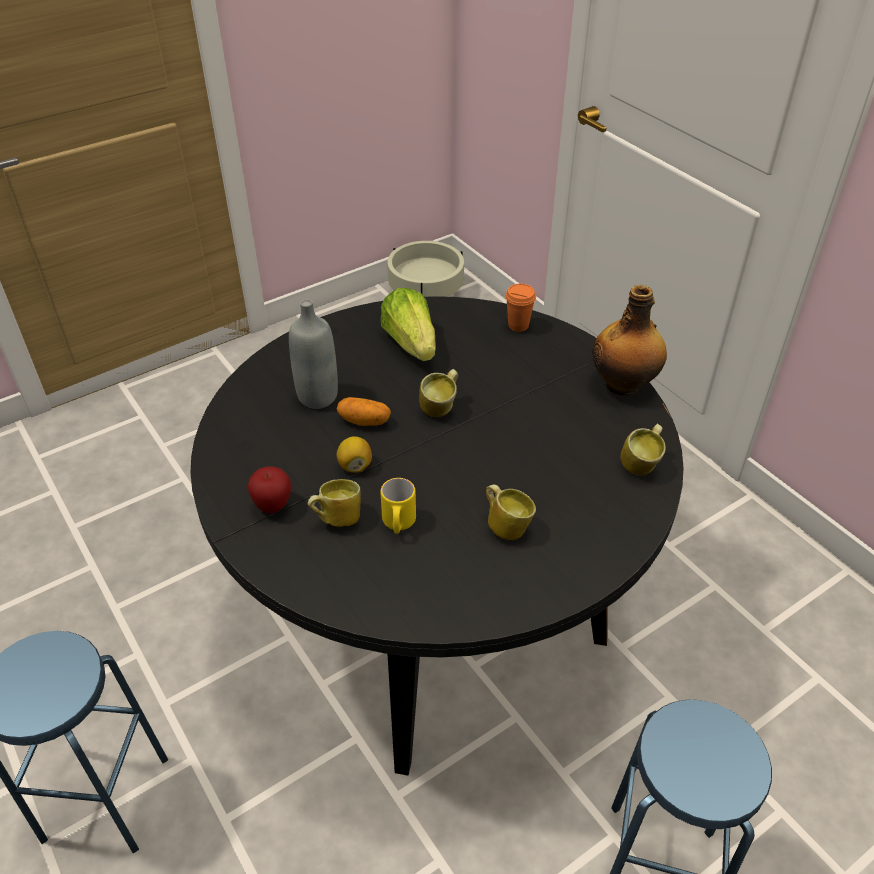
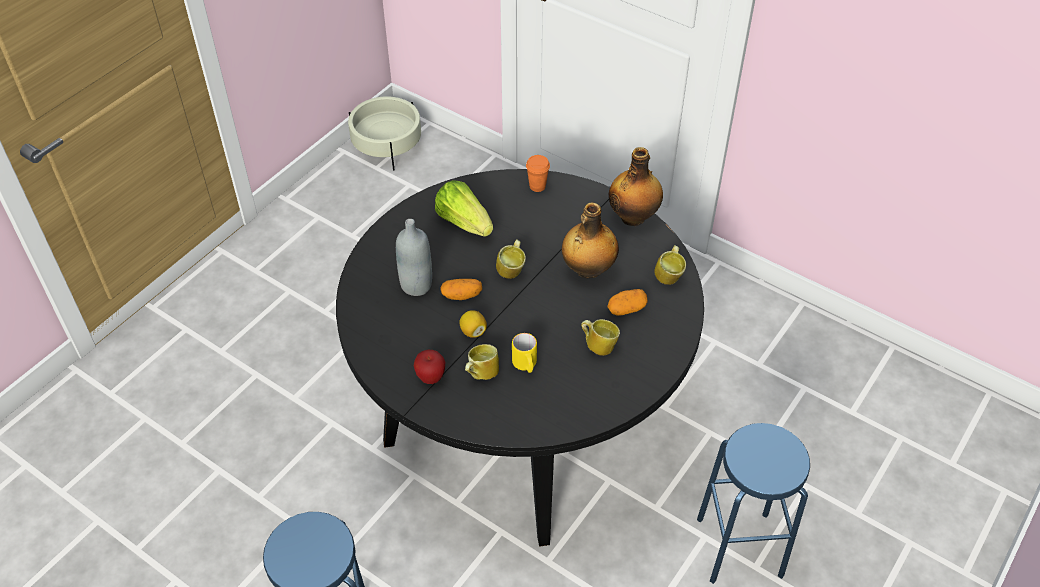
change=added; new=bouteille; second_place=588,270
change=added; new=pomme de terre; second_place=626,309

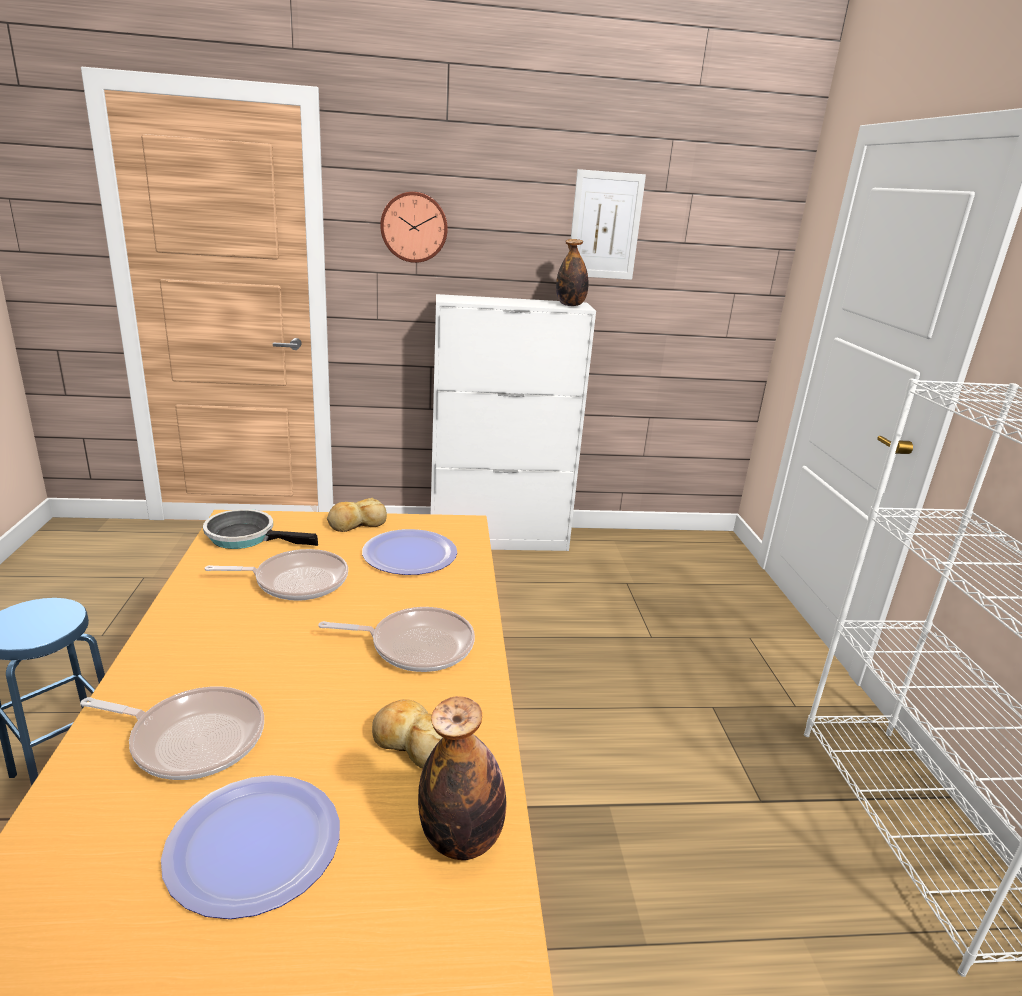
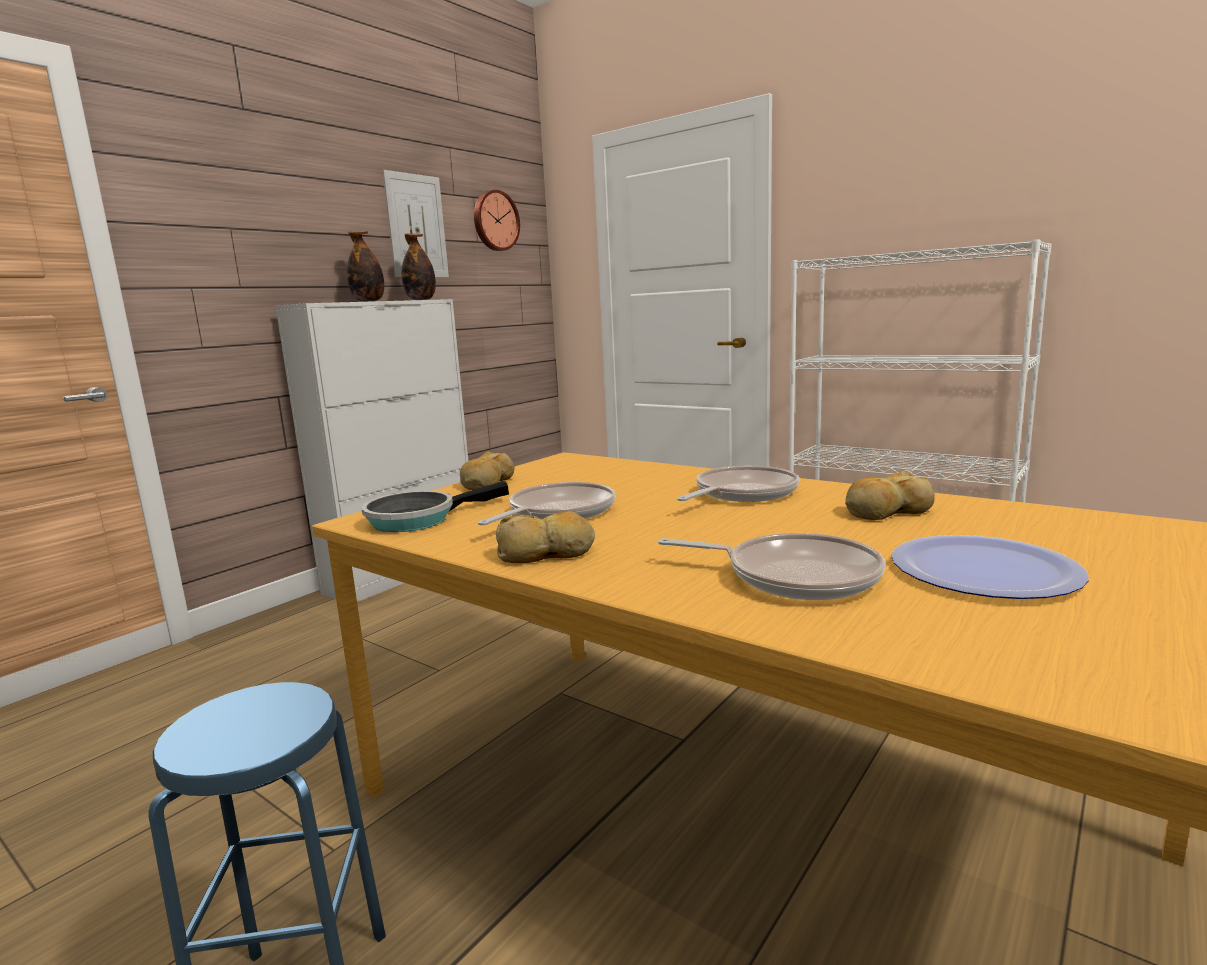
change=turned; old=poêle; first_place=192,739; second_place=793,576; degrees=60
change=removed; old=assiette; first_place=410,554
change=moved; old=horloge murale; first_place=414,227; second_place=495,221
change=moved; old=bouteille; first_place=461,840; second_place=368,301
change=added; new=pain; second_place=547,553

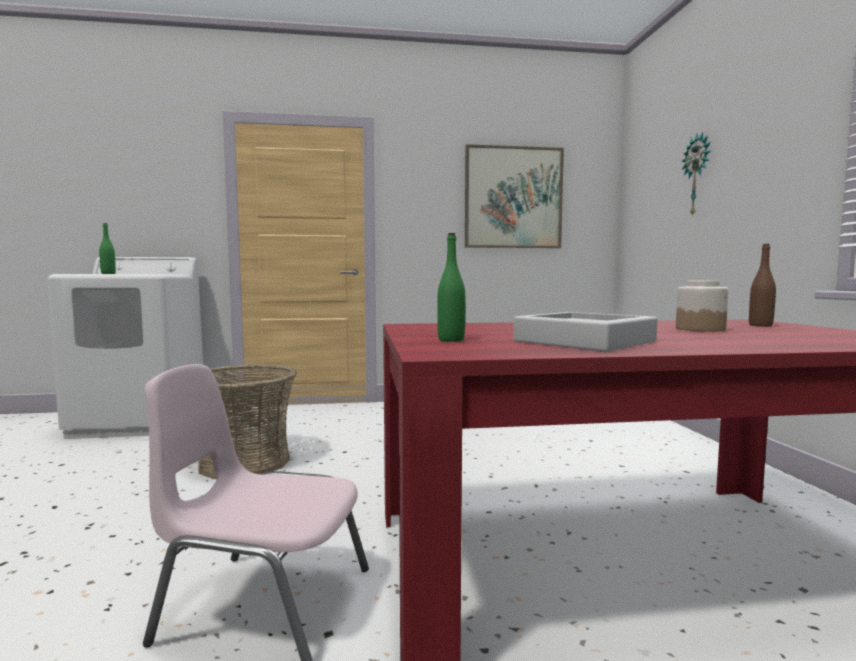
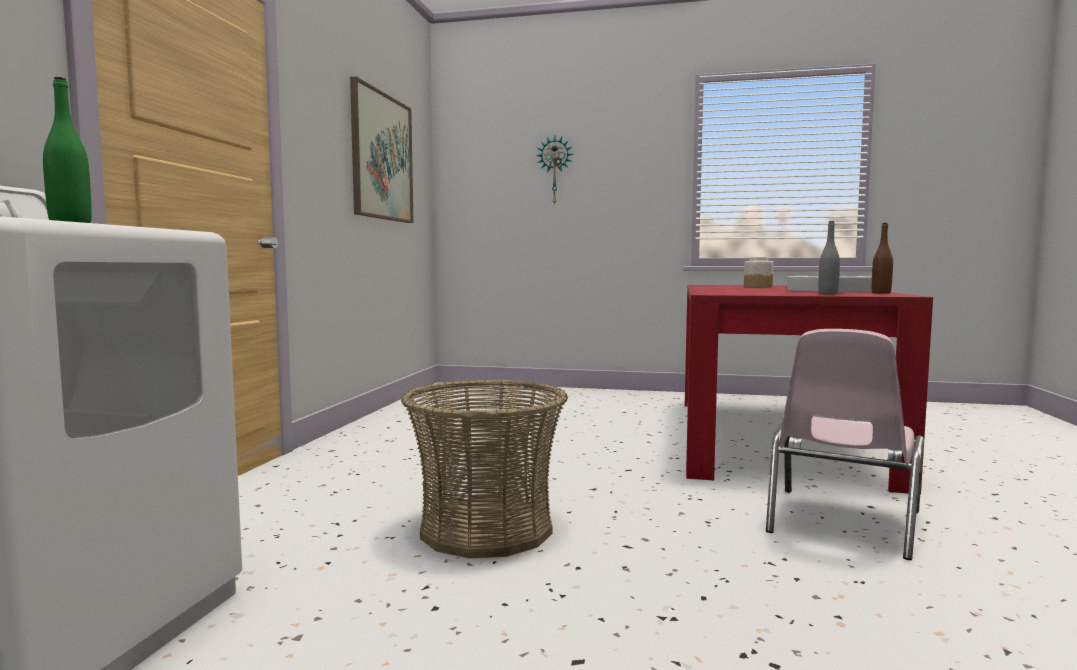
change=recoloured; old=bouteille (vert); new=bouteille (gris); first_place=451,340; second_place=828,294
change=moved; old=bouteille (marron); first_place=760,325; second_place=881,293

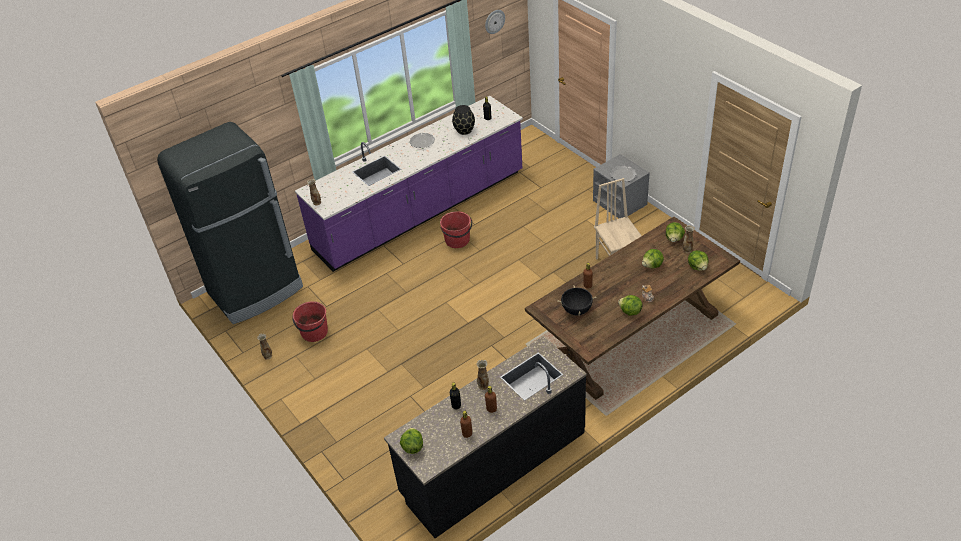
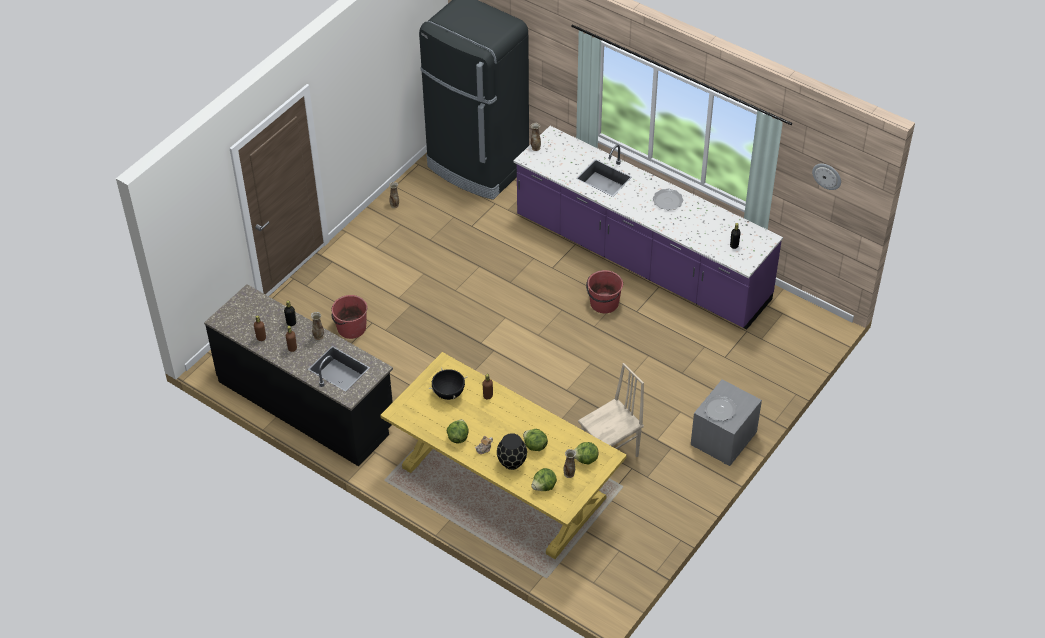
change=moved; old=seau (rouge); first_place=314,332; second_place=351,328
change=removed; old=laitue; first_place=412,447
change=moved; old=vase (noir); first_place=464,131; second_place=511,462
change=recoloured; old=table à manger (marron); new=table à manger (jaune); first_place=631,334; second_place=502,483

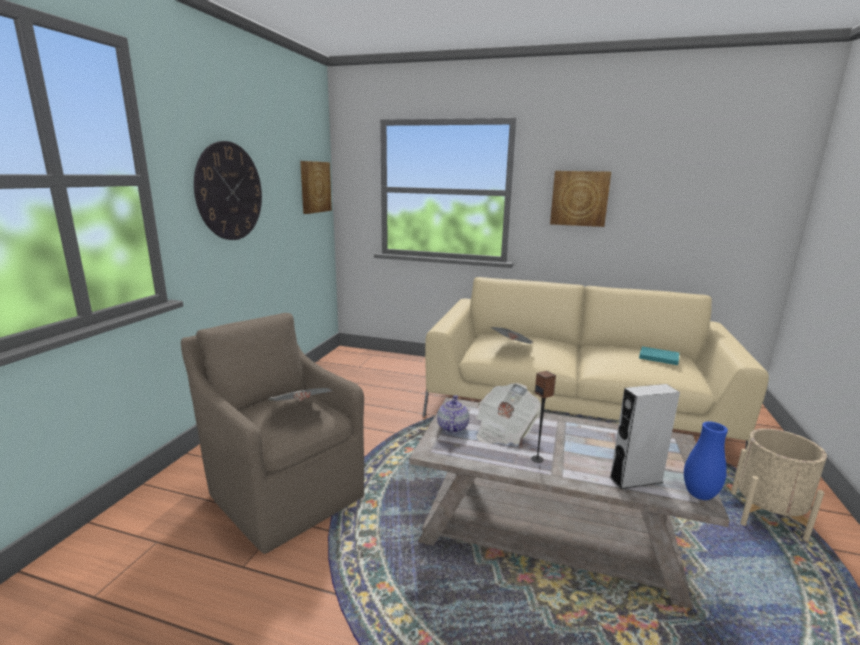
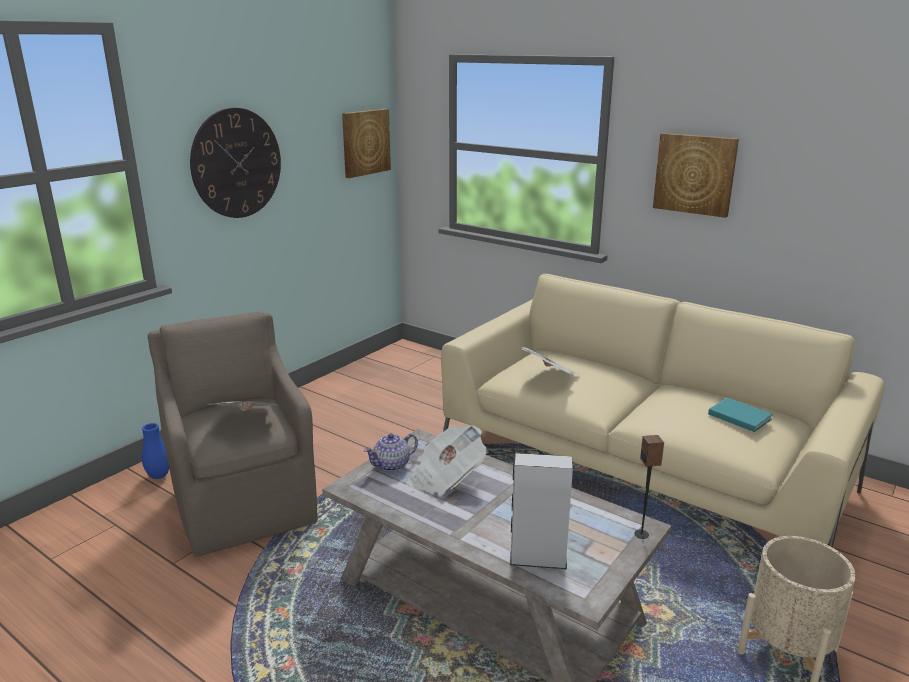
change=turned; old=théière; first_place=452,427; second_place=392,465; degrees=-150
change=moved; old=enceinte; first_place=537,459; second_place=642,534
change=moved; old=vase (bleu); first_place=699,495; second_place=159,476

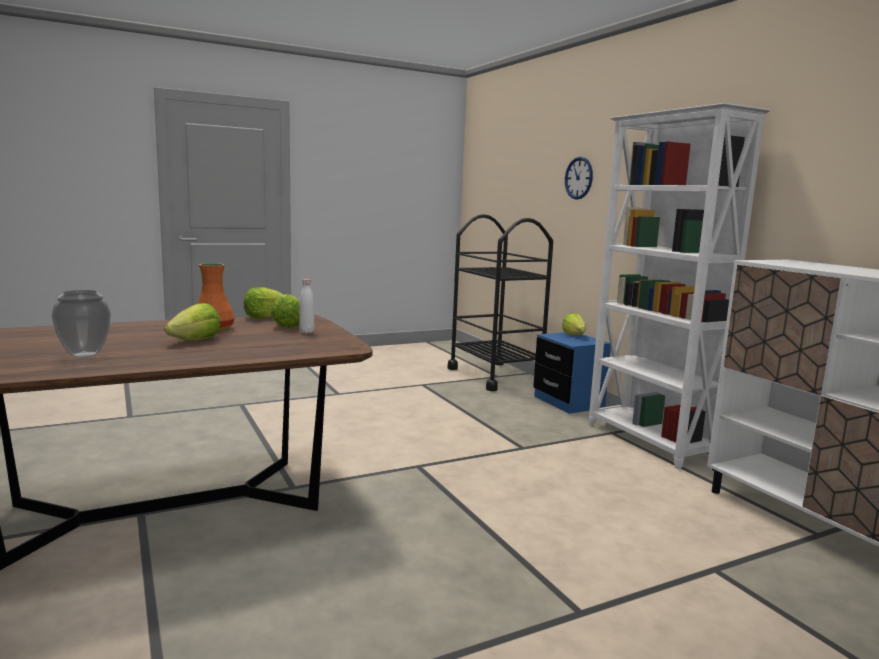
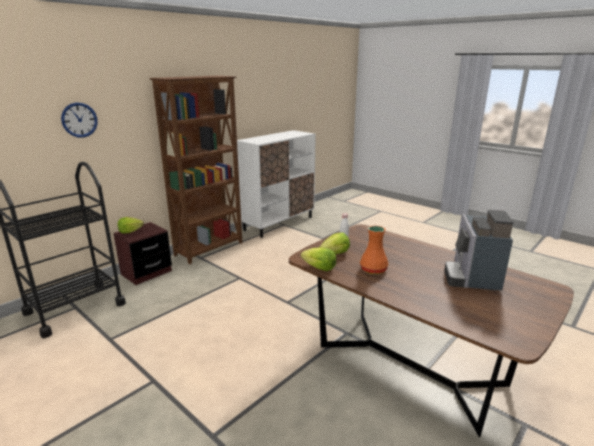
change=replaced; old=vase; new=machine à café; first_place=83,355; second_place=472,277
change=removed; old=laitue; first_place=195,340
change=recoloured; old=table de chevet (bleu); new=table de chevet (marron); first_place=568,402; second_place=146,273
change=recoloured; old=bibliothèque (blanc); new=bibliothèque (marron); first_place=648,442; second_place=210,249

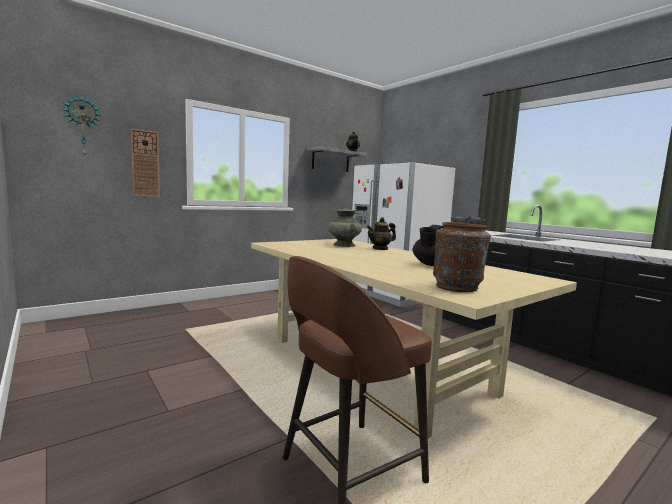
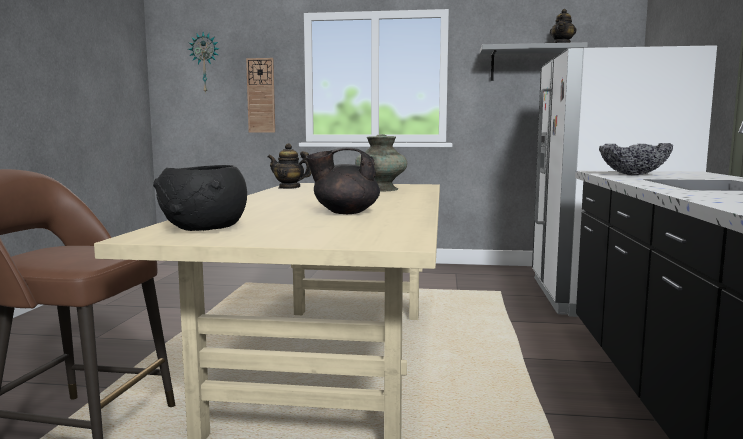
change=moved; old=théière; first_place=380,249; second_place=289,187
change=replaced; old=vase (marron); new=bol (noir); first_place=457,287; second_place=204,229

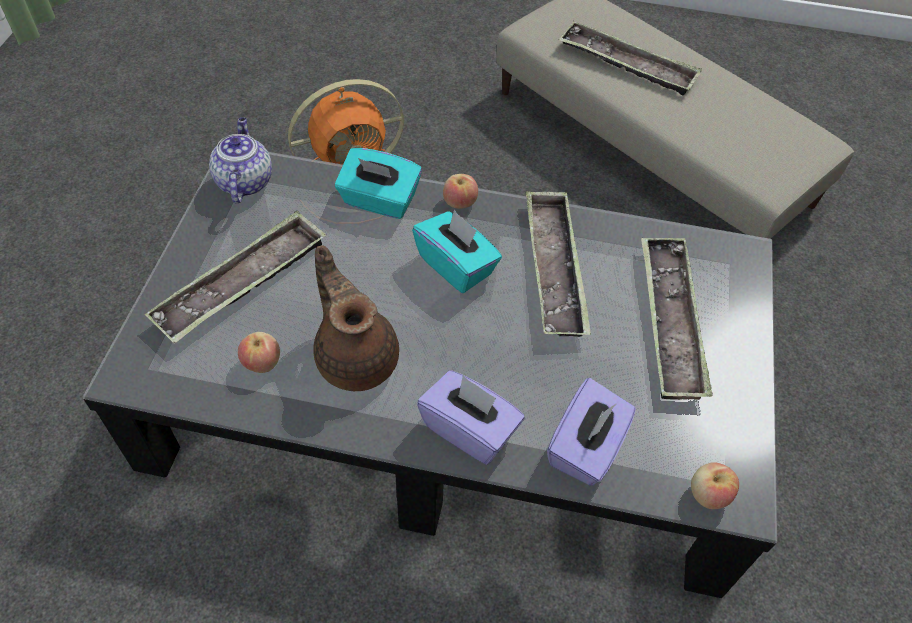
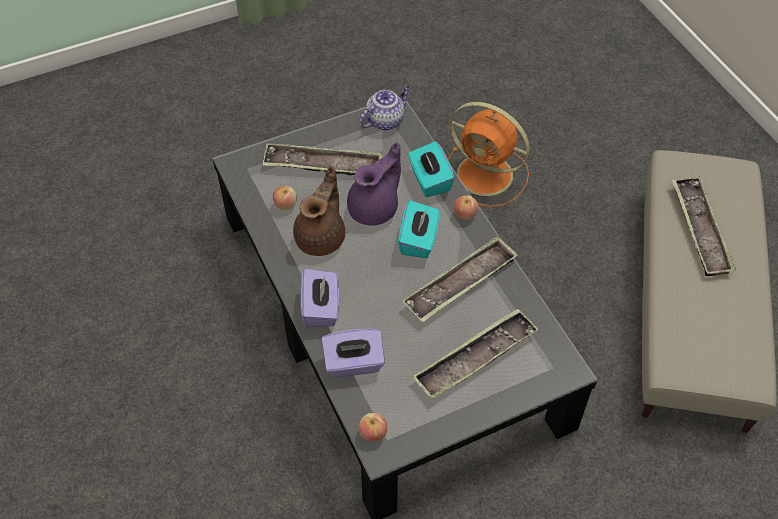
change=added; new=théière (violet); second_place=375,209

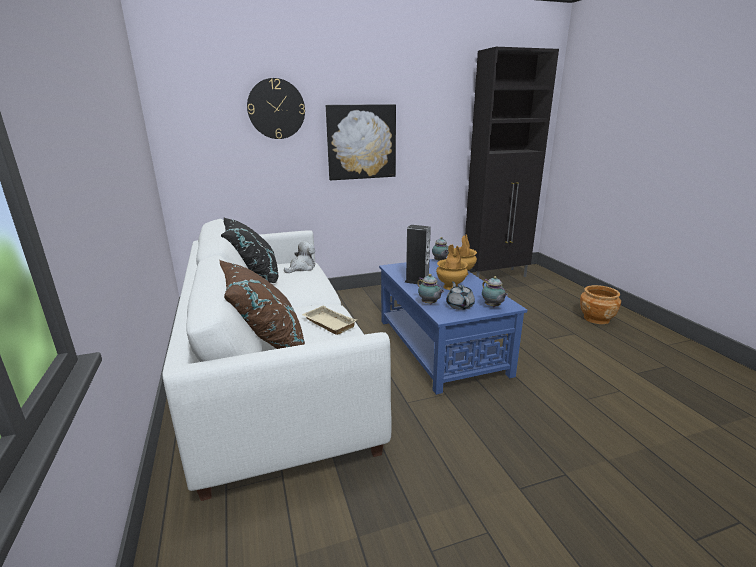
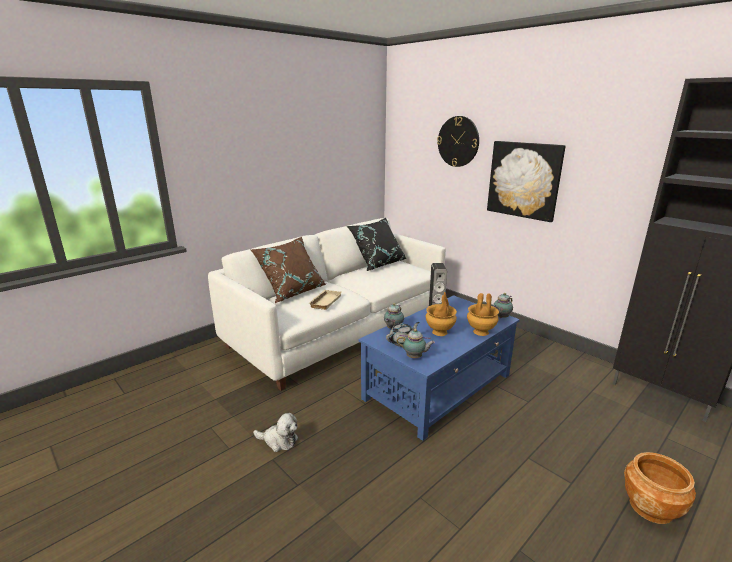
change=moved; old=peluche; first_place=301,268; second_place=279,440
change=turned; old=théière; first_place=492,306; second_place=415,357; degrees=-120

